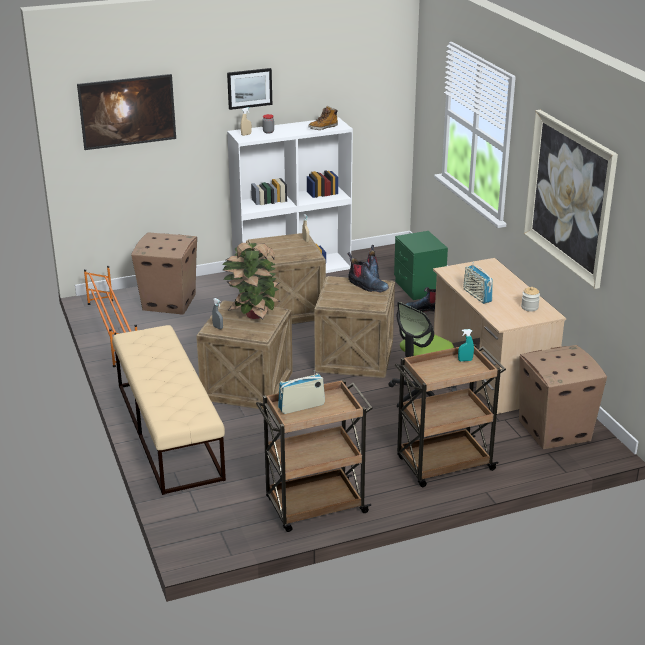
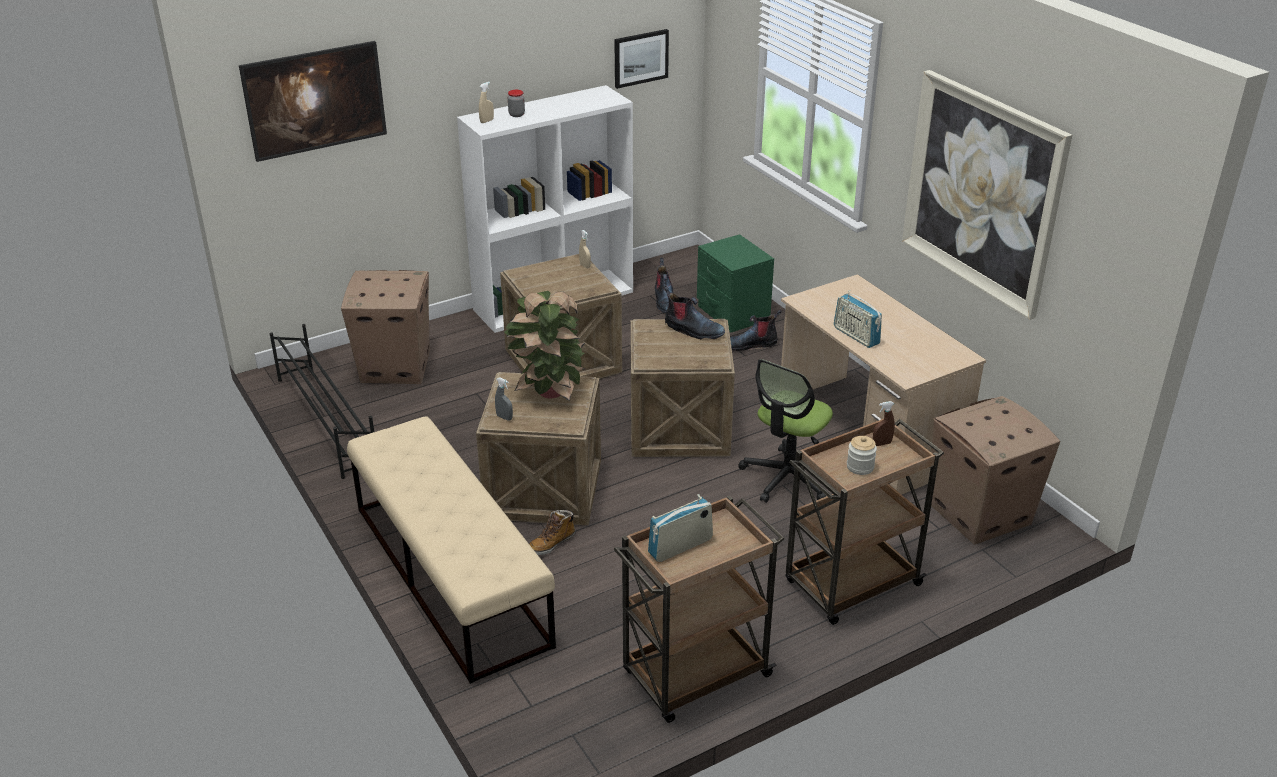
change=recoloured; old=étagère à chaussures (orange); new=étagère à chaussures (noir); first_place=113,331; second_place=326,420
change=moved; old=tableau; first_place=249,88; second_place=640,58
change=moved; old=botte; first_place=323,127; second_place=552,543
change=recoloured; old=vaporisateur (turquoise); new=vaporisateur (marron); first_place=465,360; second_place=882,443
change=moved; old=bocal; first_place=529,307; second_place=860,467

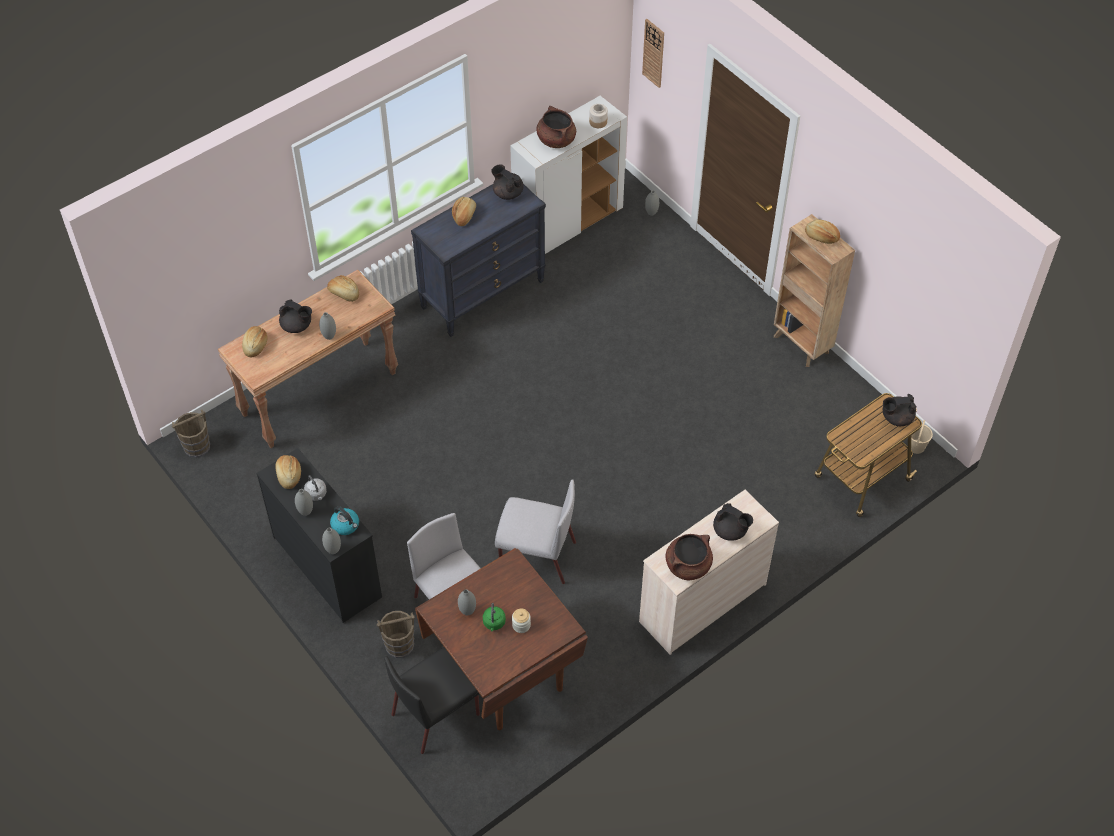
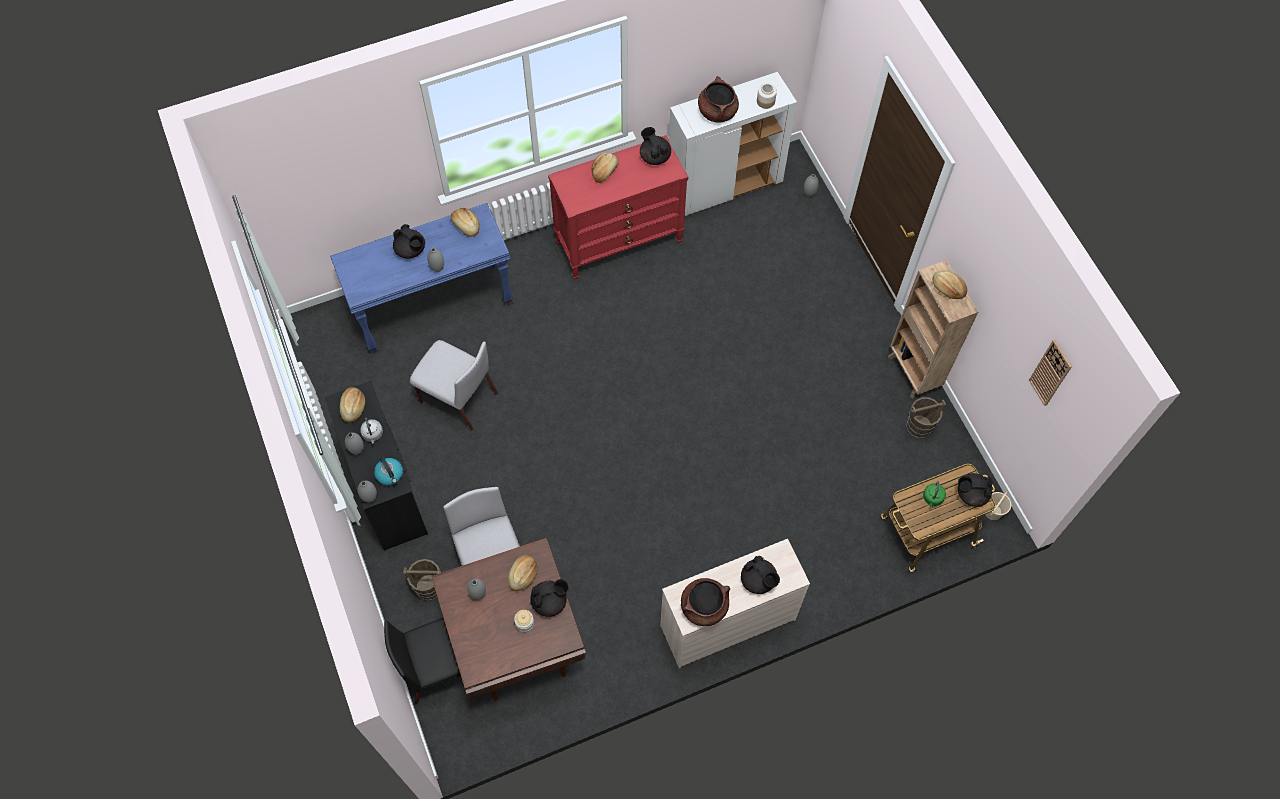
change=moved; old=seau (marron); first_place=197,446; second_place=919,427
change=recoloured; old=table console (marron); new=table console (bleu); first_place=319,393; second_place=434,307
change=moved; old=pain; first_place=255,345; second_place=523,575
change=recoloured; old=commode (noir); new=commode (rouge); first_place=483,293; second_place=619,241
change=moved; old=bouilloire (vert); first_place=494,623; second_place=932,498
change=moved; old=chaise (gris); first_place=536,556; second_place=457,397
change=moved; old=horloge murale; first_place=653,53; second_place=1050,373
change=added; new=théière (noir); second_place=550,601

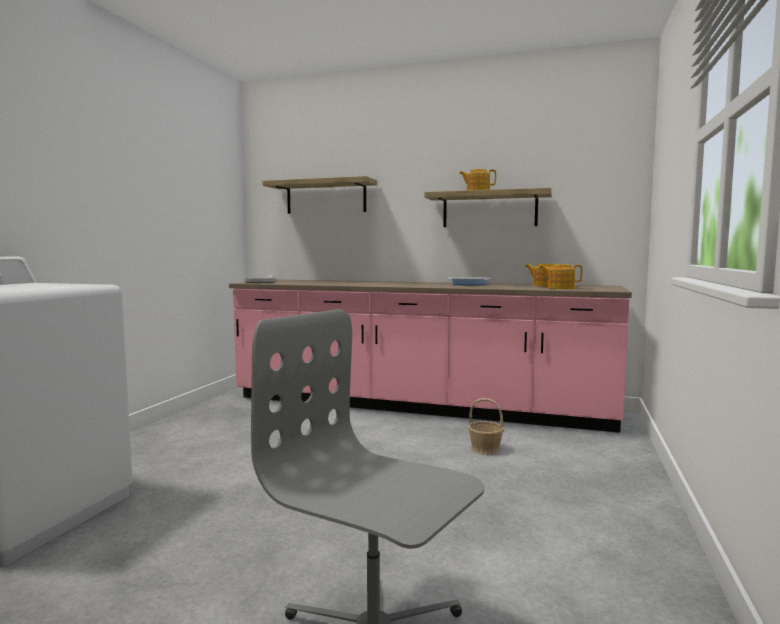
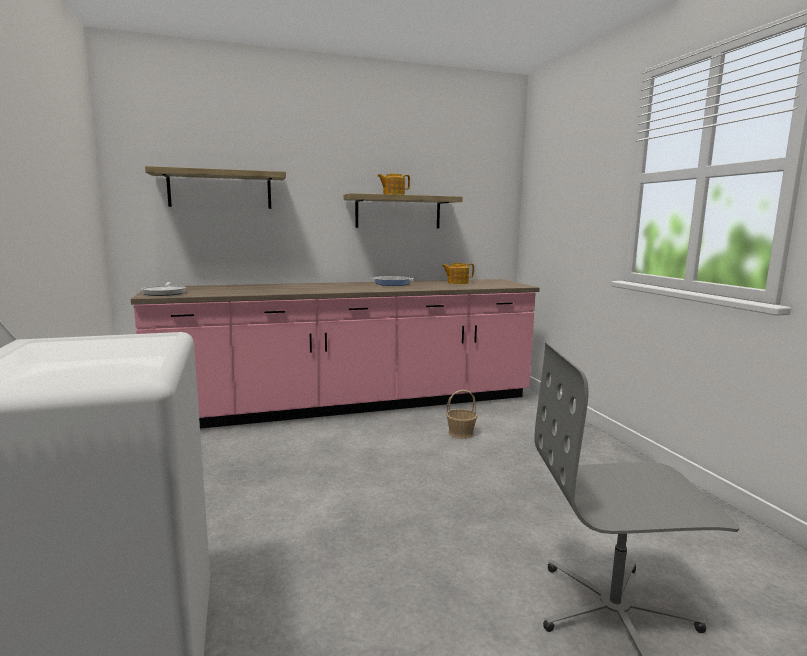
change=removed; old=théière; first_place=560,288

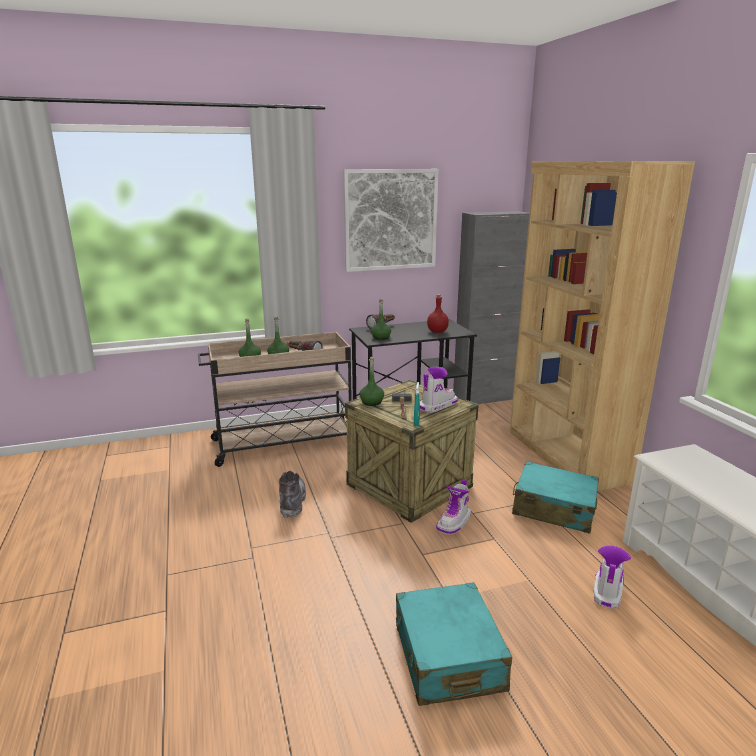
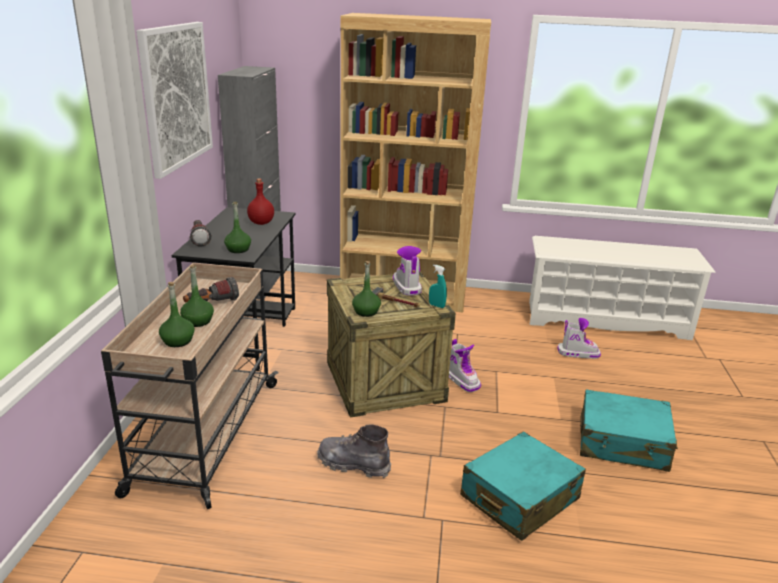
change=moved; old=valise (turquoise); first_place=553,509; second_place=519,498
change=turned; old=botte; first_place=607,590; second_place=577,353; degrees=135

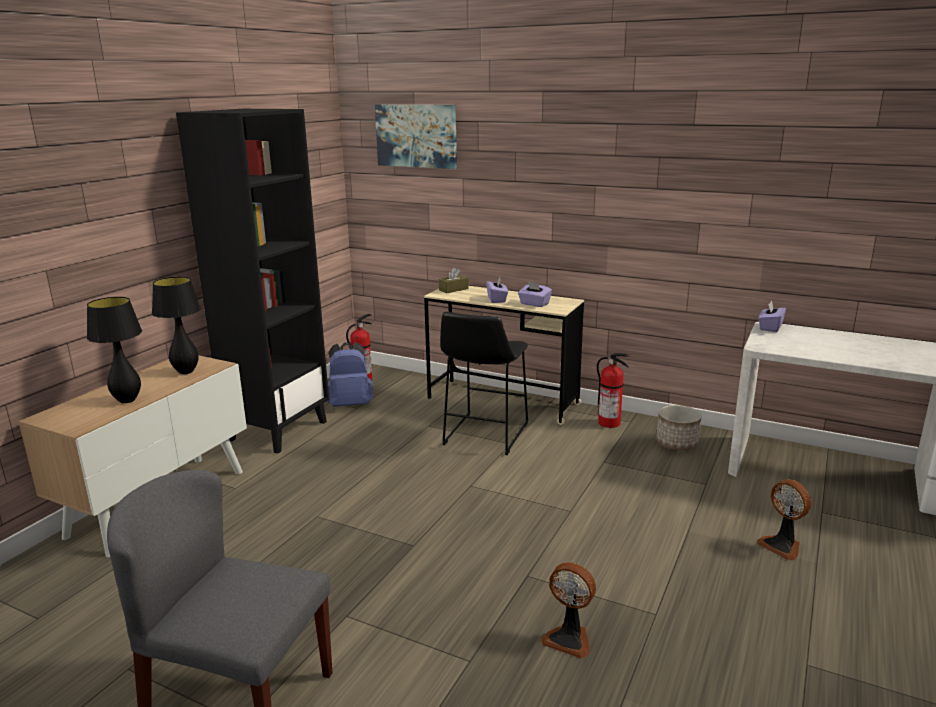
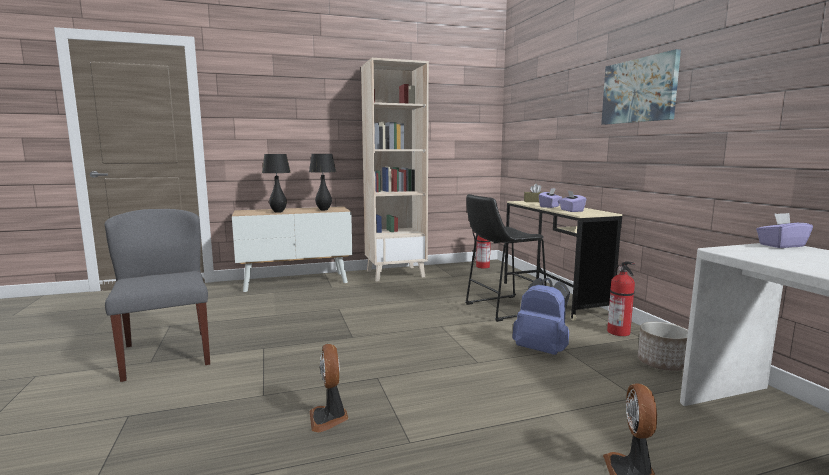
change=recoloured; old=bibliothèque (noir); new=bibliothèque (beige); first_place=278,430; second_place=395,273
change=moved; old=sac à dos (bleu); first_place=350,404; second_place=542,350
change=moved; old=tableau; first_place=416,136; second_place=639,91

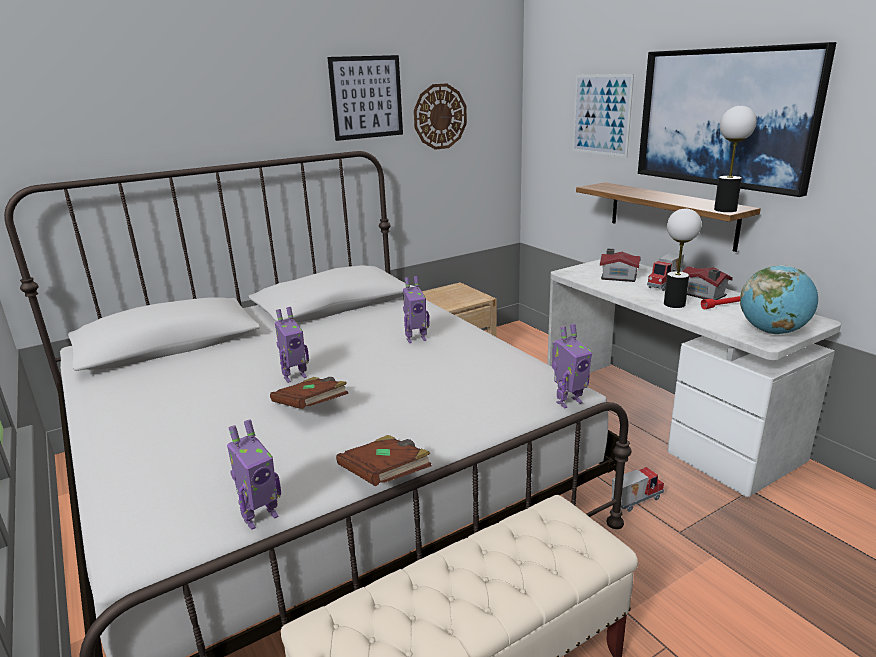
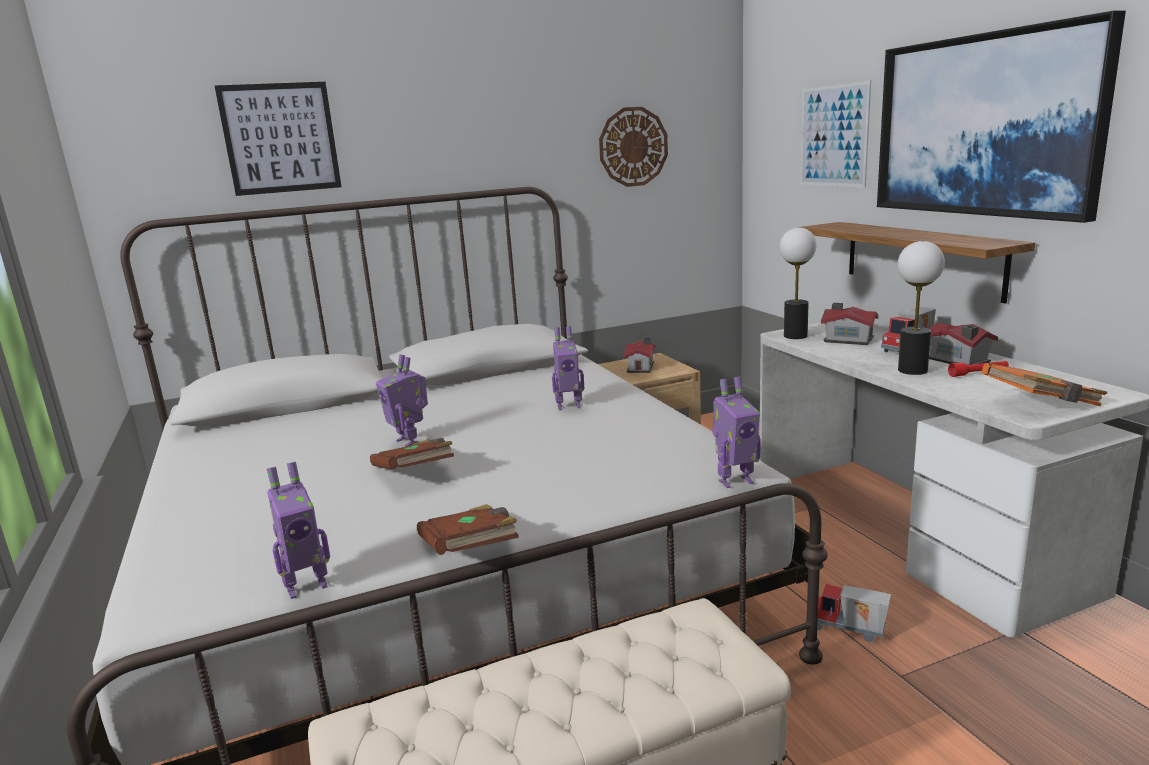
change=turned; old=robot jouet; first_place=294,377; second_place=409,441; degrees=75
change=moved; old=tableau; first_place=366,97; second_place=280,138
change=turned; old=camion jouet; first_place=635,500; second_place=846,630; degrees=-135
change=moved; old=lampe de table; first_place=725,210; second_place=795,336
change=replaced; old=globe; new=livre (orange); first_place=772,331; second_place=1042,404
change=added; new=maison miniature; second_place=641,367

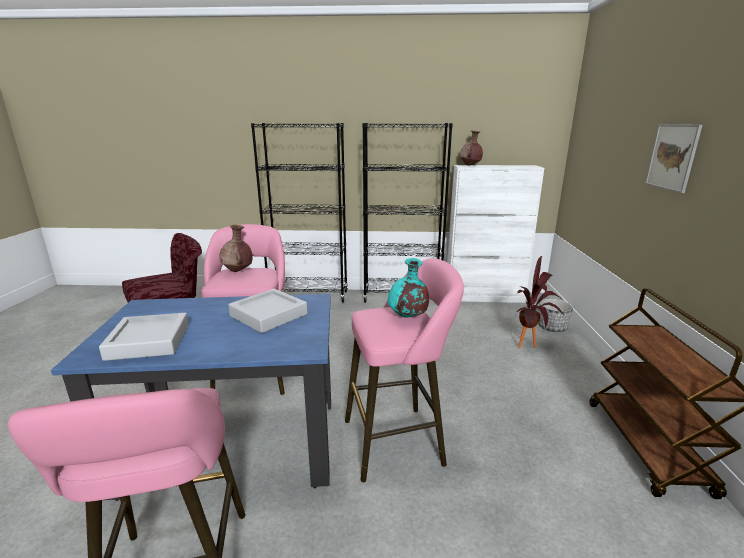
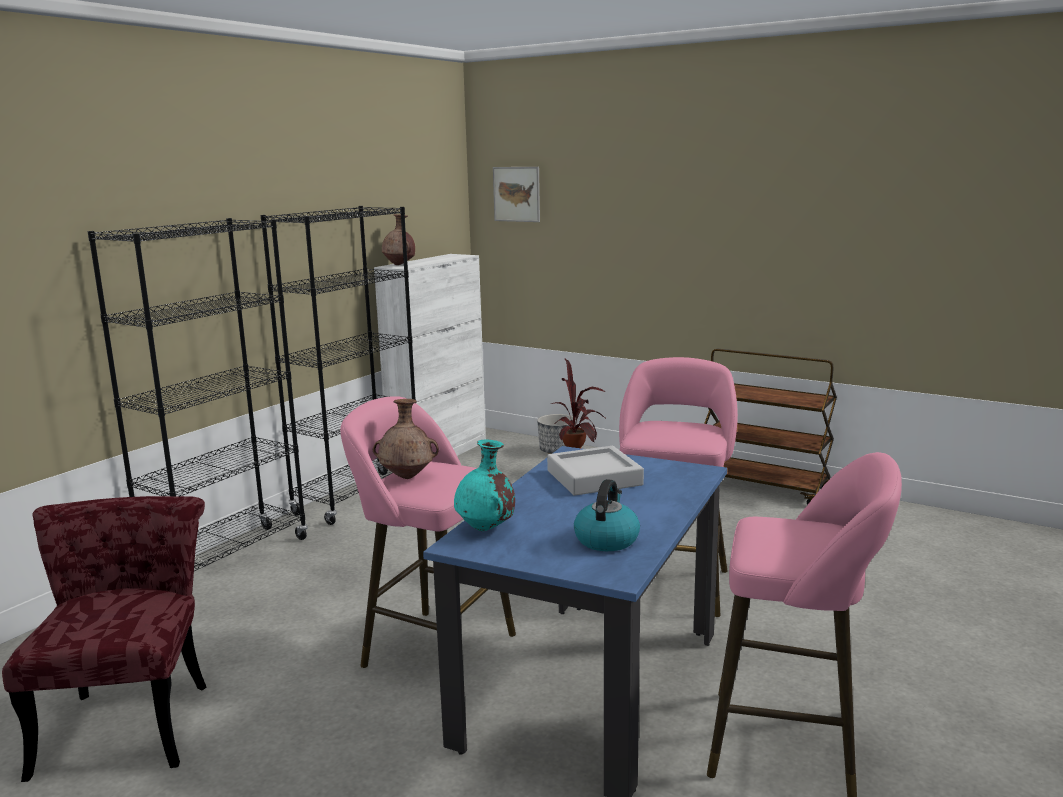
change=replaced; old=plateau (gris); new=bouilloire; first_place=149,341; second_place=606,539
change=moved; old=vase (turquoise); first_place=407,317; second_place=486,529
change=moved; old=tableau; first_place=672,157; second_place=516,194

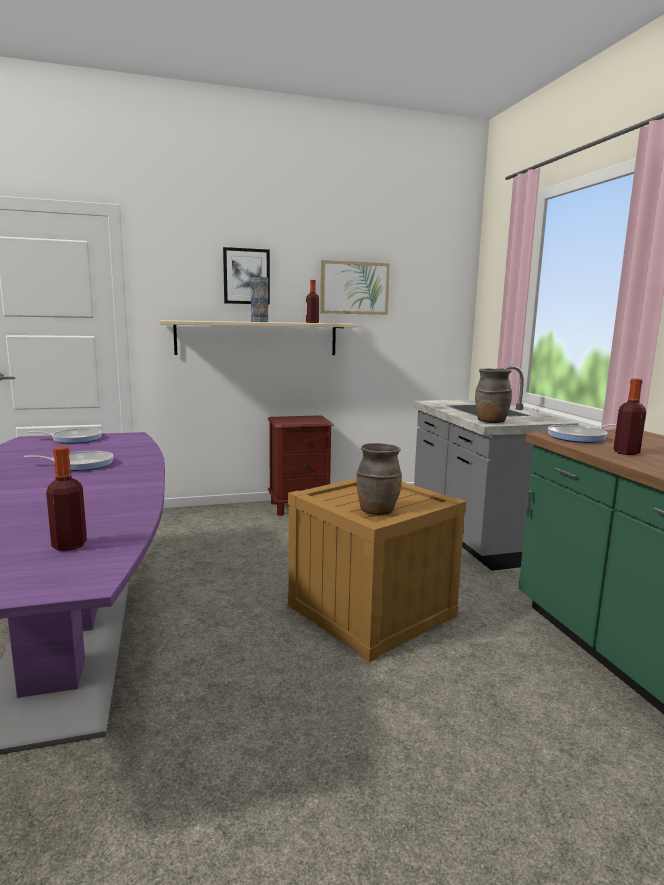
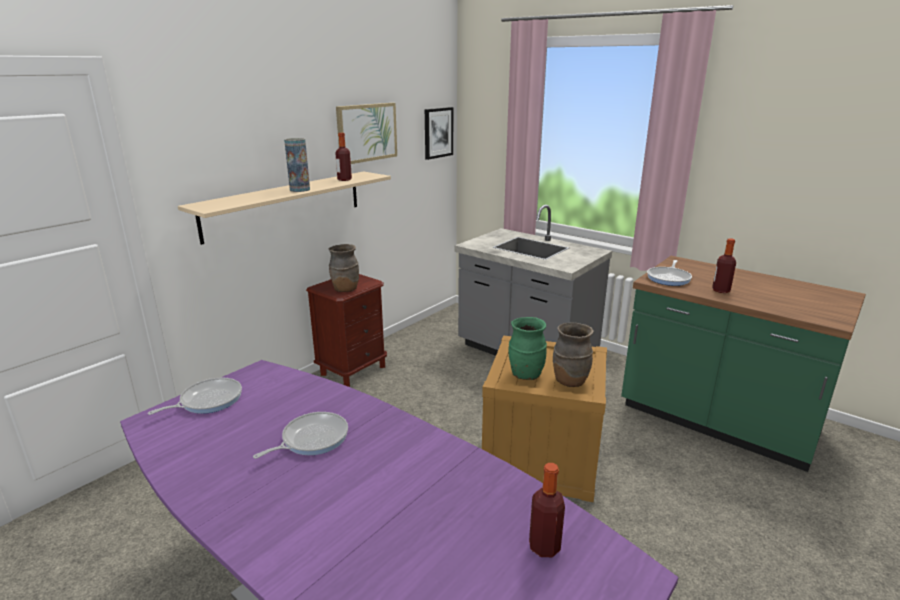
change=moved; old=tableau; first_place=246,276; second_place=438,133
change=moved; old=vase (marron); first_place=490,422; second_place=345,289
change=added; new=vase (vert); second_place=525,374

